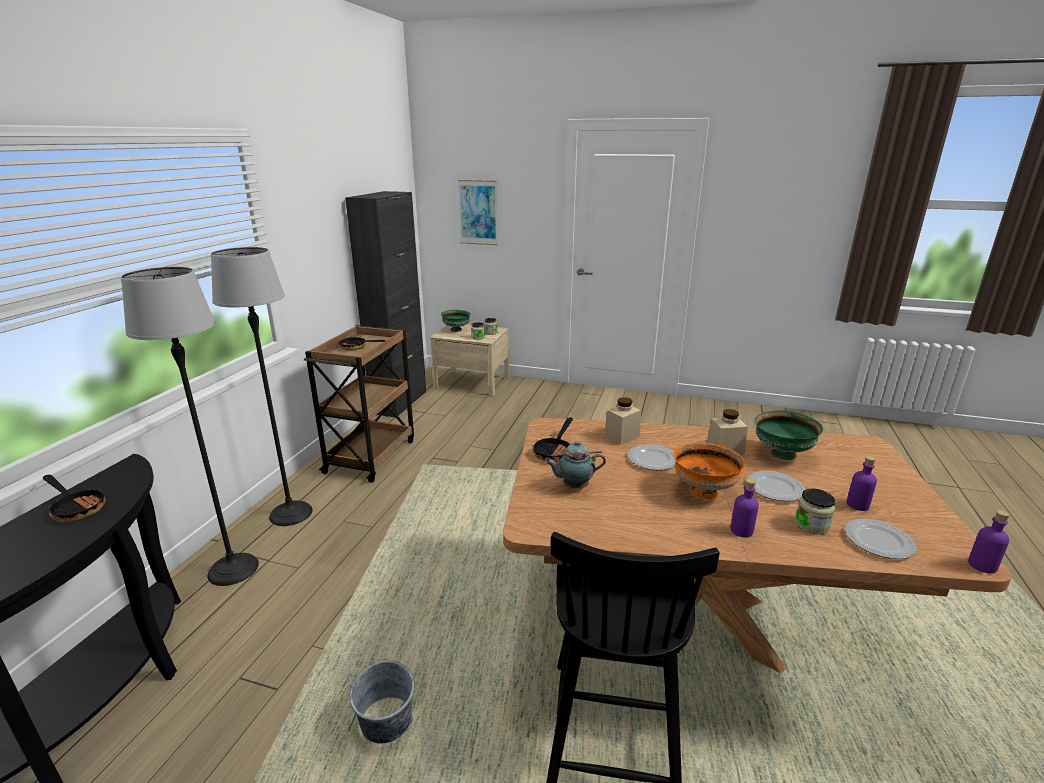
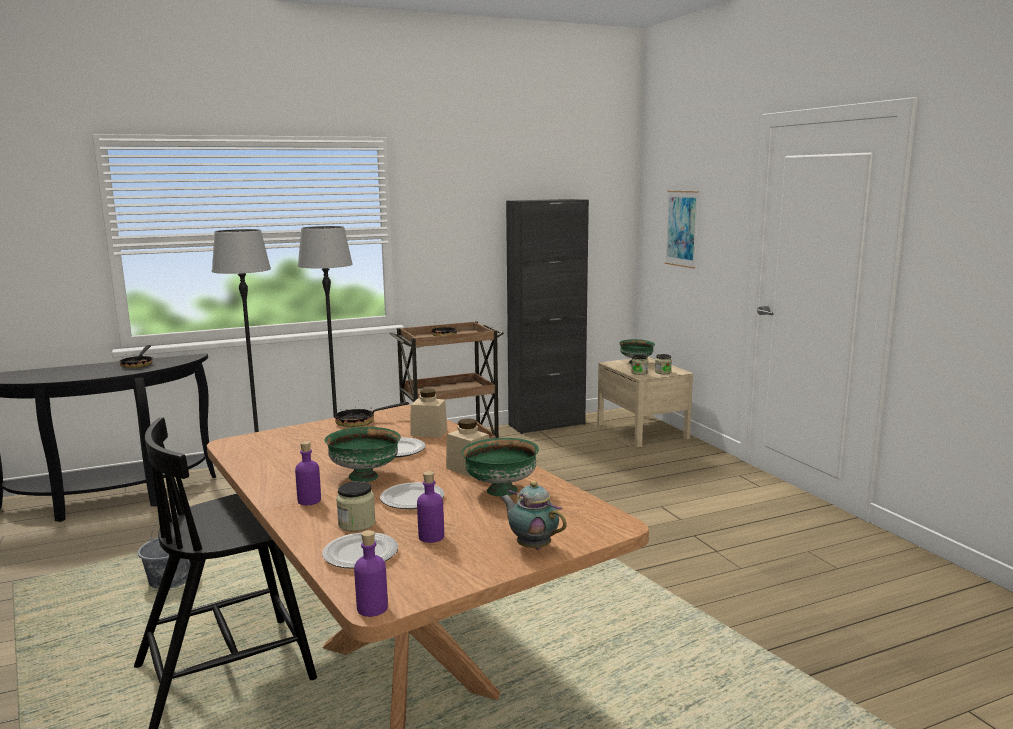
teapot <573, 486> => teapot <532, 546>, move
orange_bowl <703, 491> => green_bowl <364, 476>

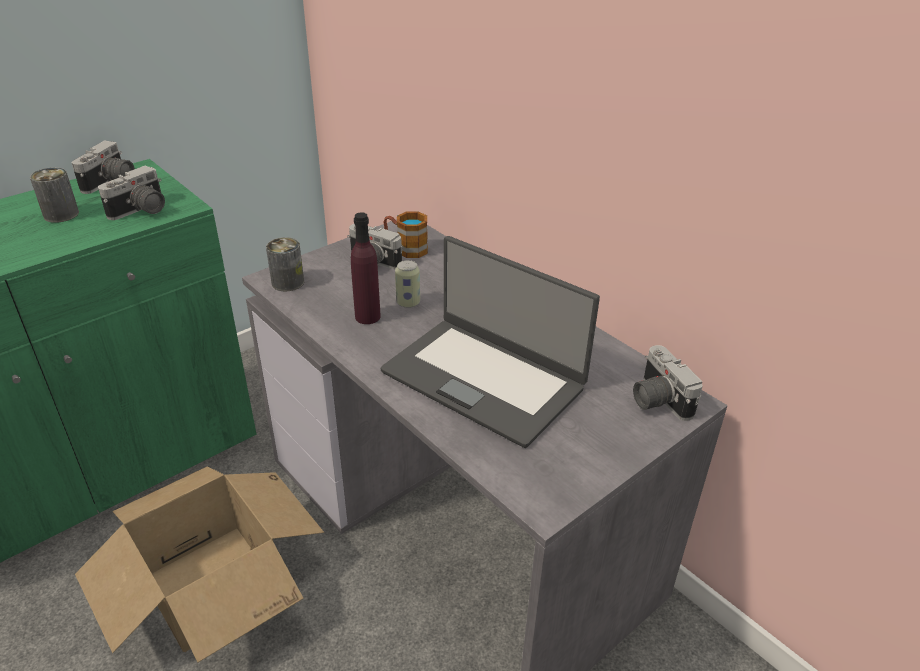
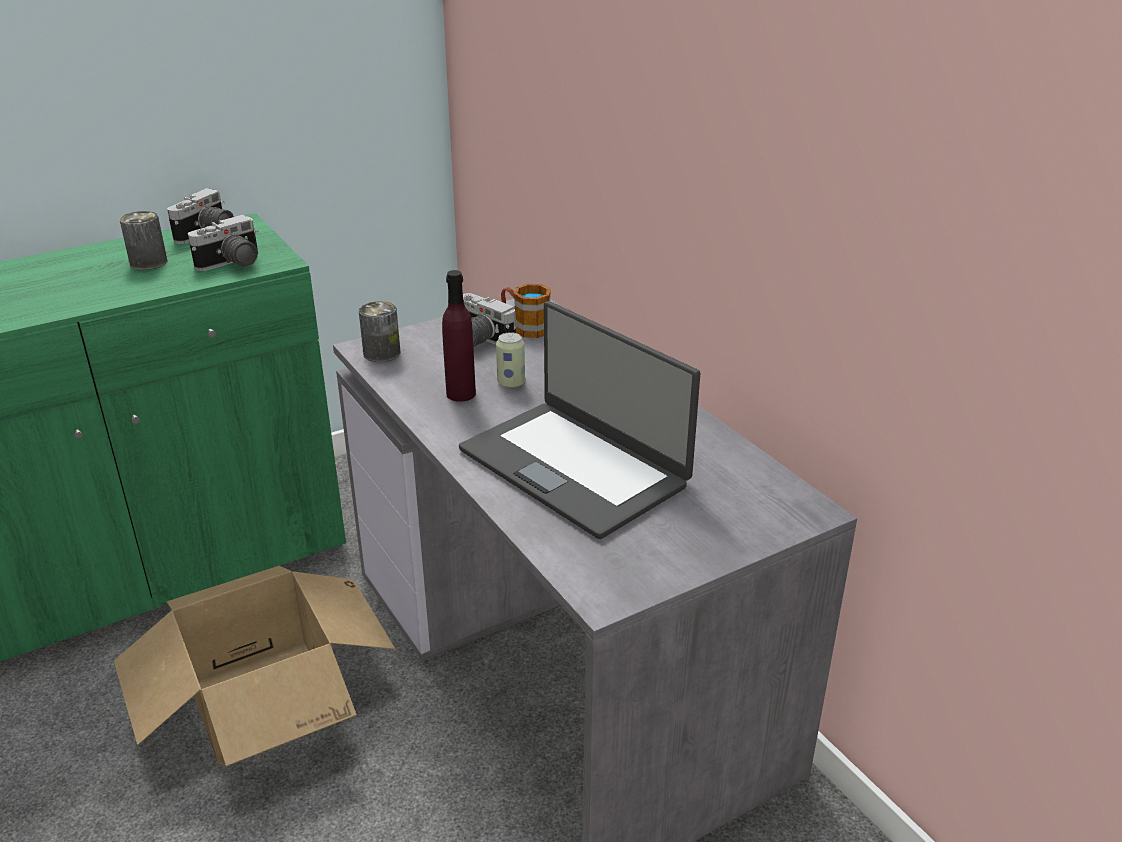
photo_camera <656, 400> => nothing

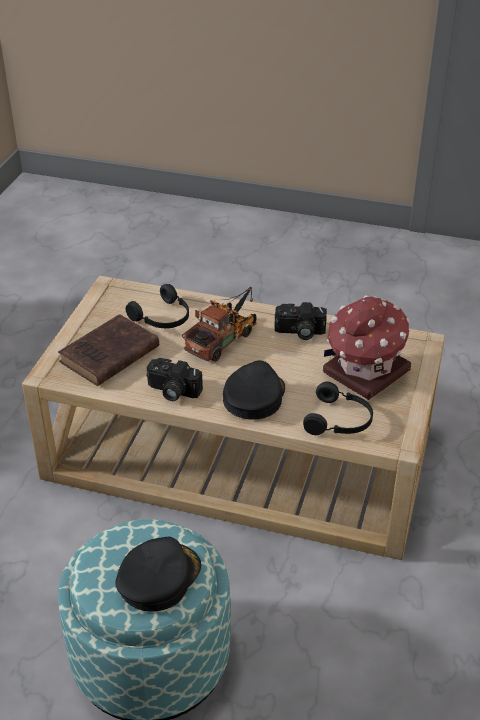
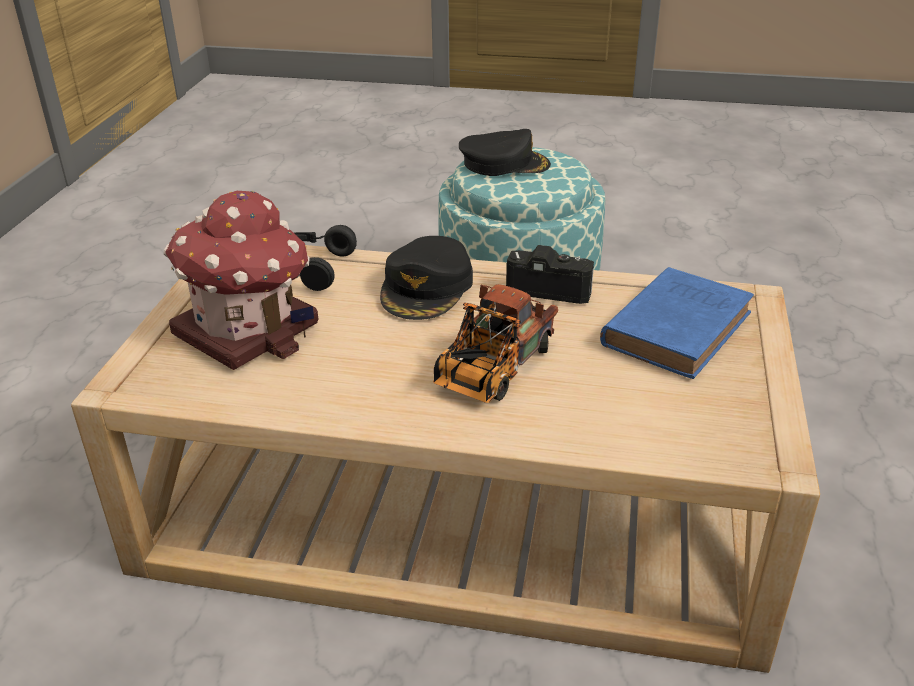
black_headphones <163, 318> => nothing
photo_camera <299, 332> => nothing
brown_book <107, 356> => blue_book <678, 327>
black_cap <158, 578> => black_cap <504, 163>, 120 degrees counterclockwise

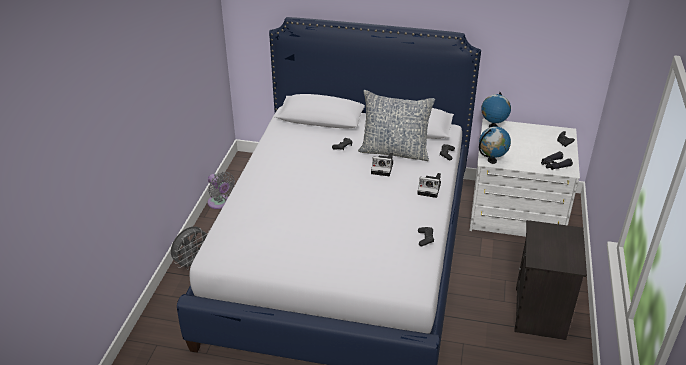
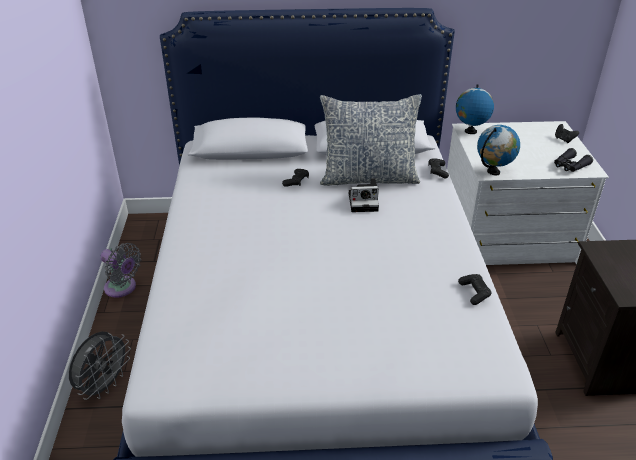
photo_camera <430, 189> => nothing

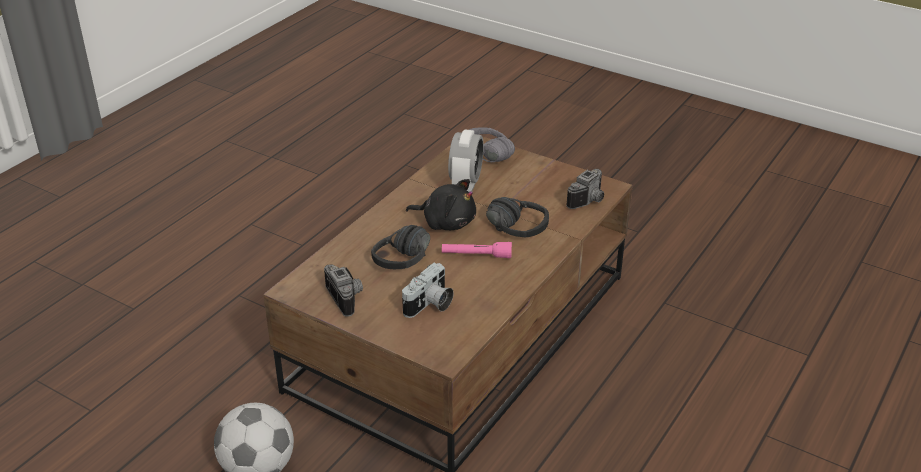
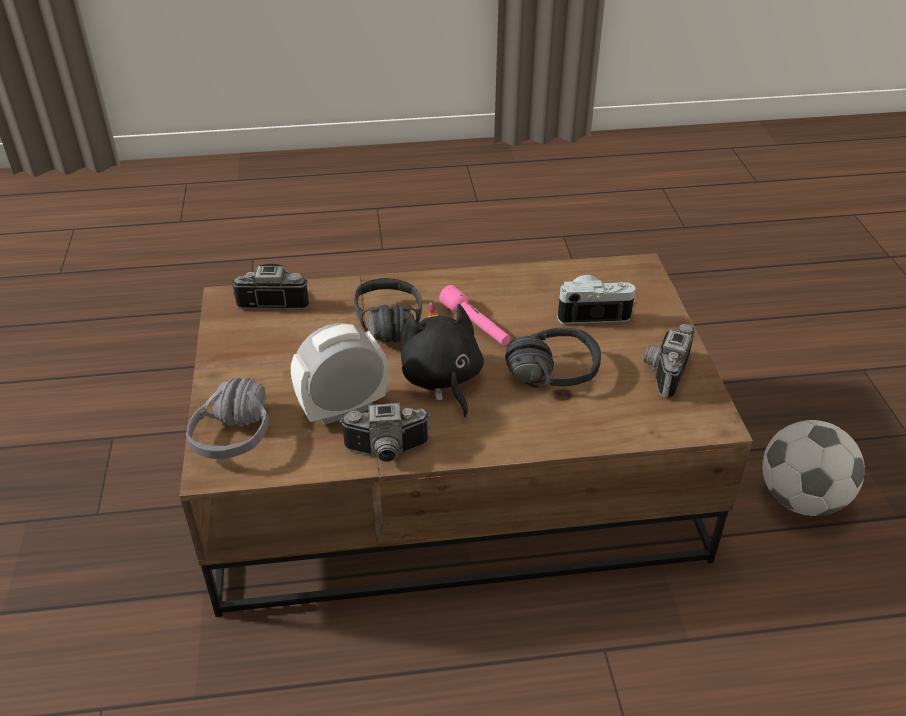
nothing => photo_camera <387, 452>

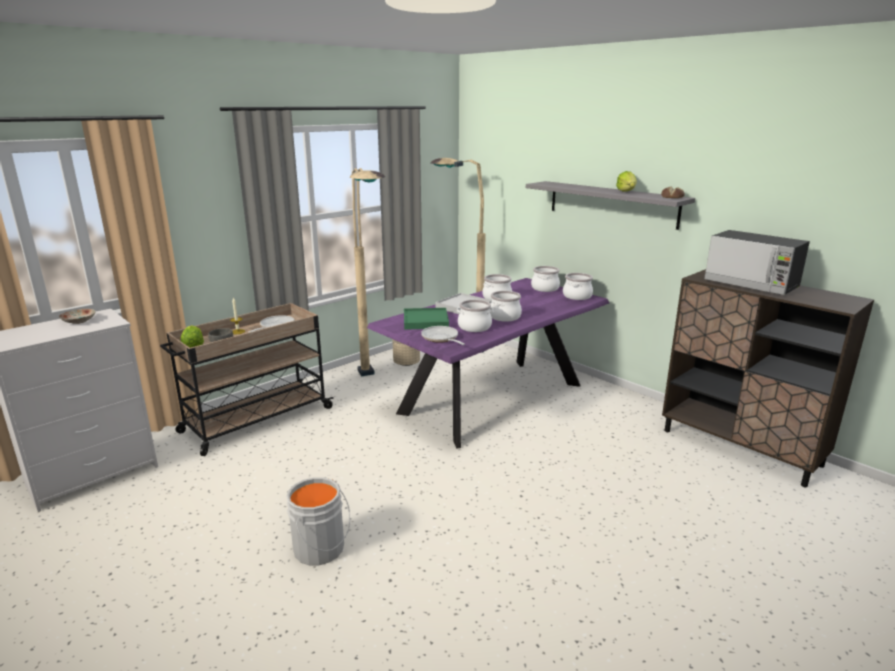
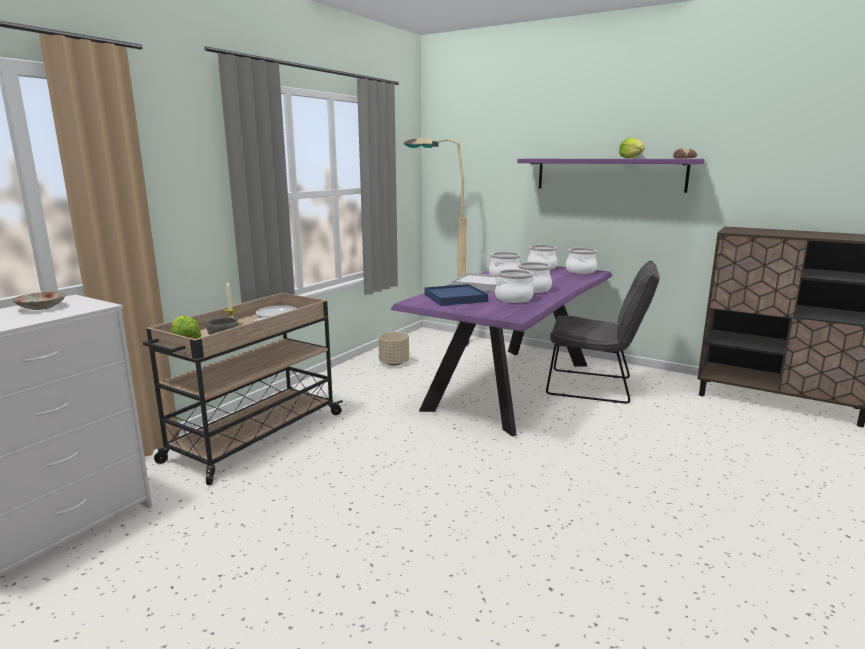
beige_floor_lamp <373, 384> => nothing
grey_shelf <611, 204> => purple_shelf <609, 174>
microwave <751, 284> => nothing
green_tray <425, 321> => blue_tray <455, 298>
frying_pan <441, 338> => nothing
grey_bucket <321, 549> => nothing
nothing => grey_chair <596, 387>

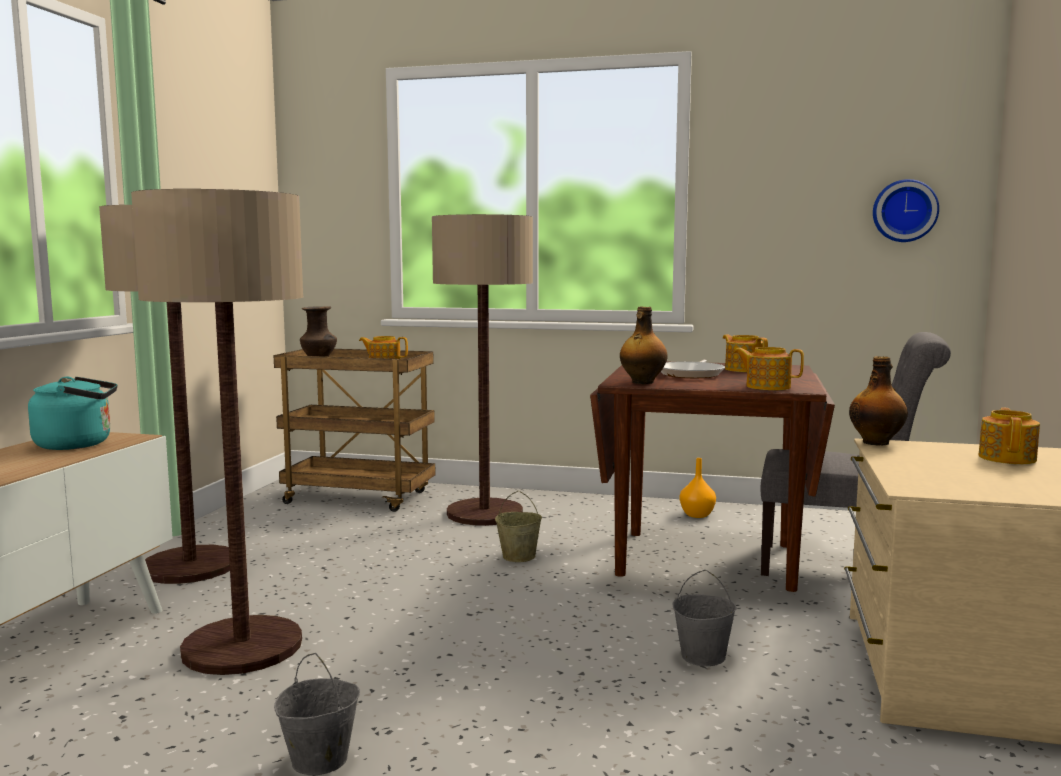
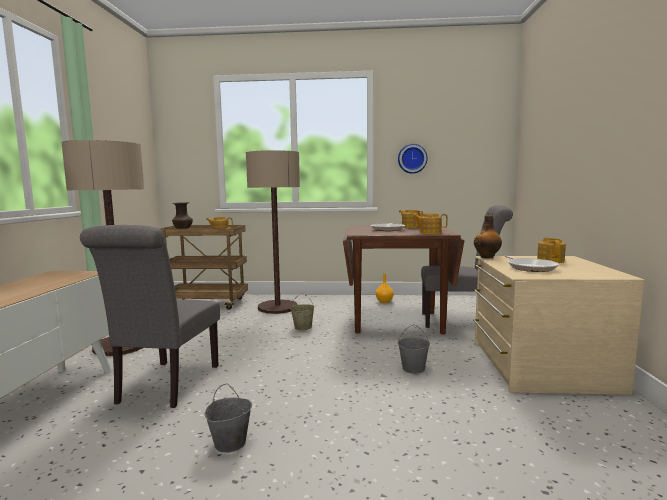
wall_clock <904, 211> => wall_clock <412, 158>, move
floor_lamp <242, 647> => grey_chair <165, 386>
bottle <642, 382> => nothing
turquoise_kettle <78, 444> => nothing
nothing => frying_pan <530, 267>

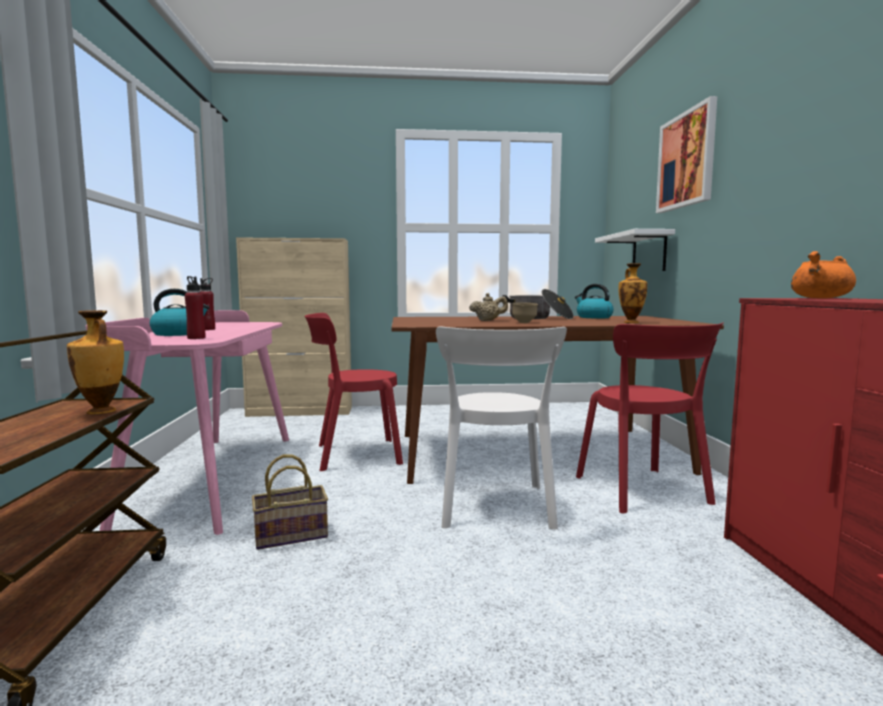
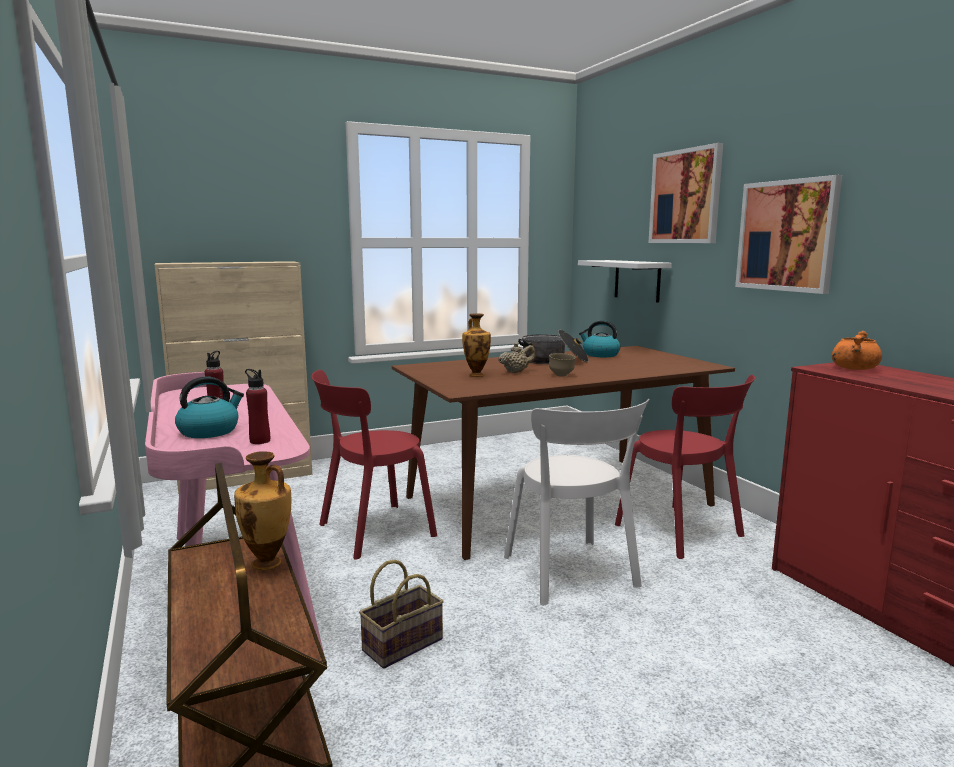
vase <631, 322> => vase <476, 375>, move
nothing => picture <786, 235>

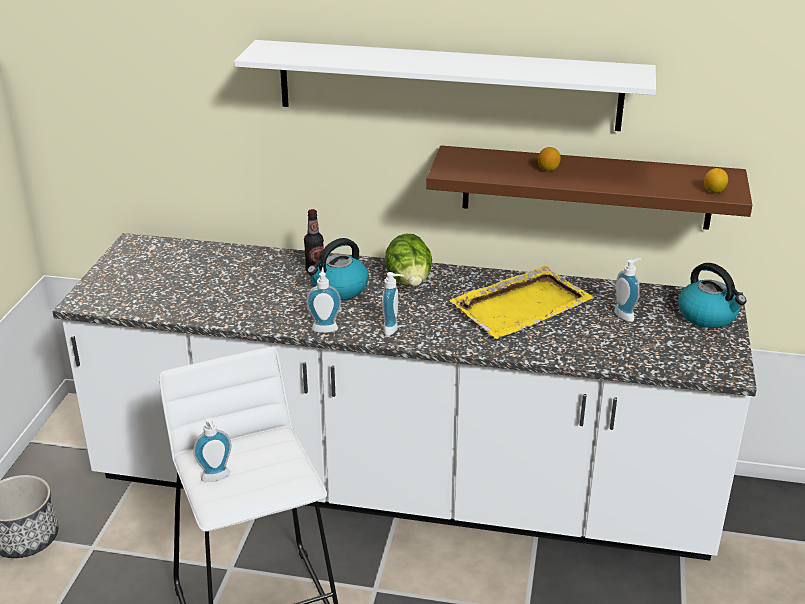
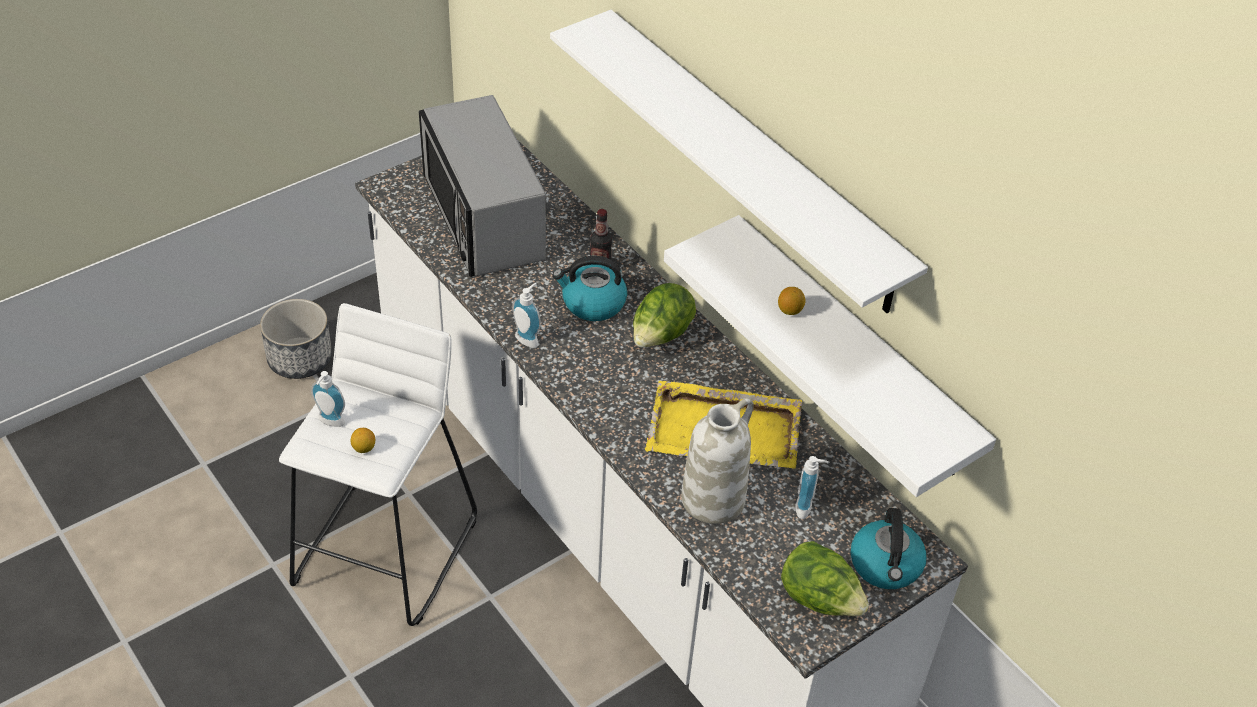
brown_shelf <586, 187> => white_shelf <852, 348>
lemon <714, 191> => lemon <364, 448>, move
soap_dispenser <393, 329> => nothing
nothing => microwave <482, 219>
nothing => white_vase <713, 498>
nothing => lettuce <819, 599>

